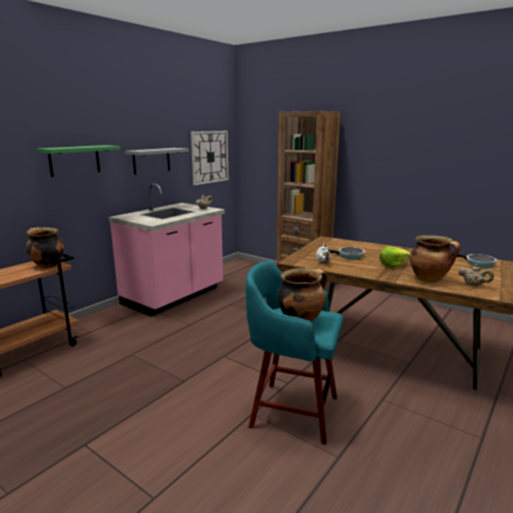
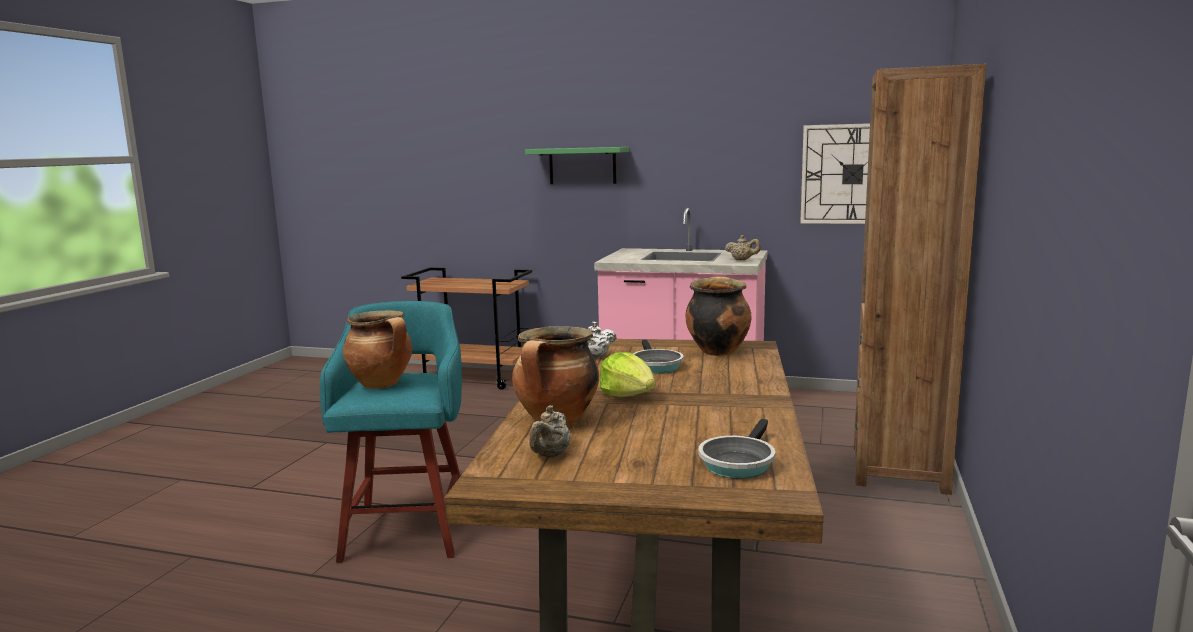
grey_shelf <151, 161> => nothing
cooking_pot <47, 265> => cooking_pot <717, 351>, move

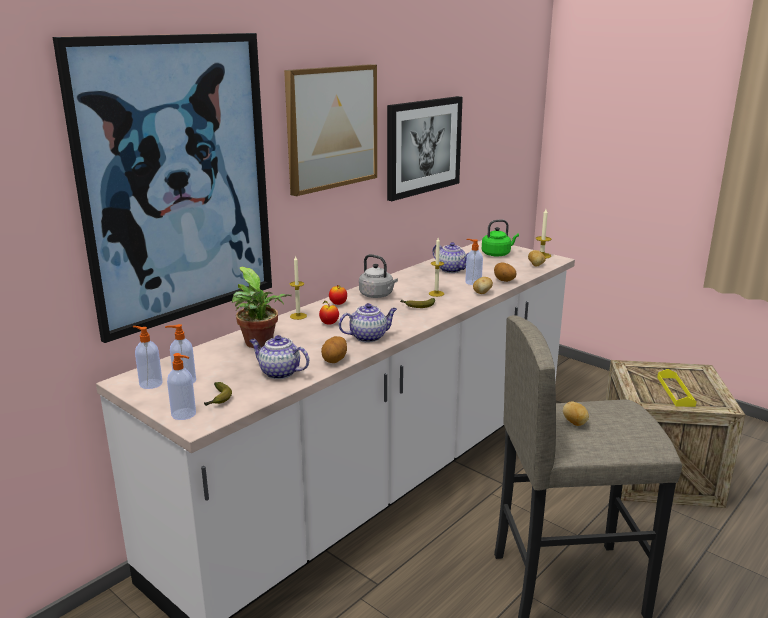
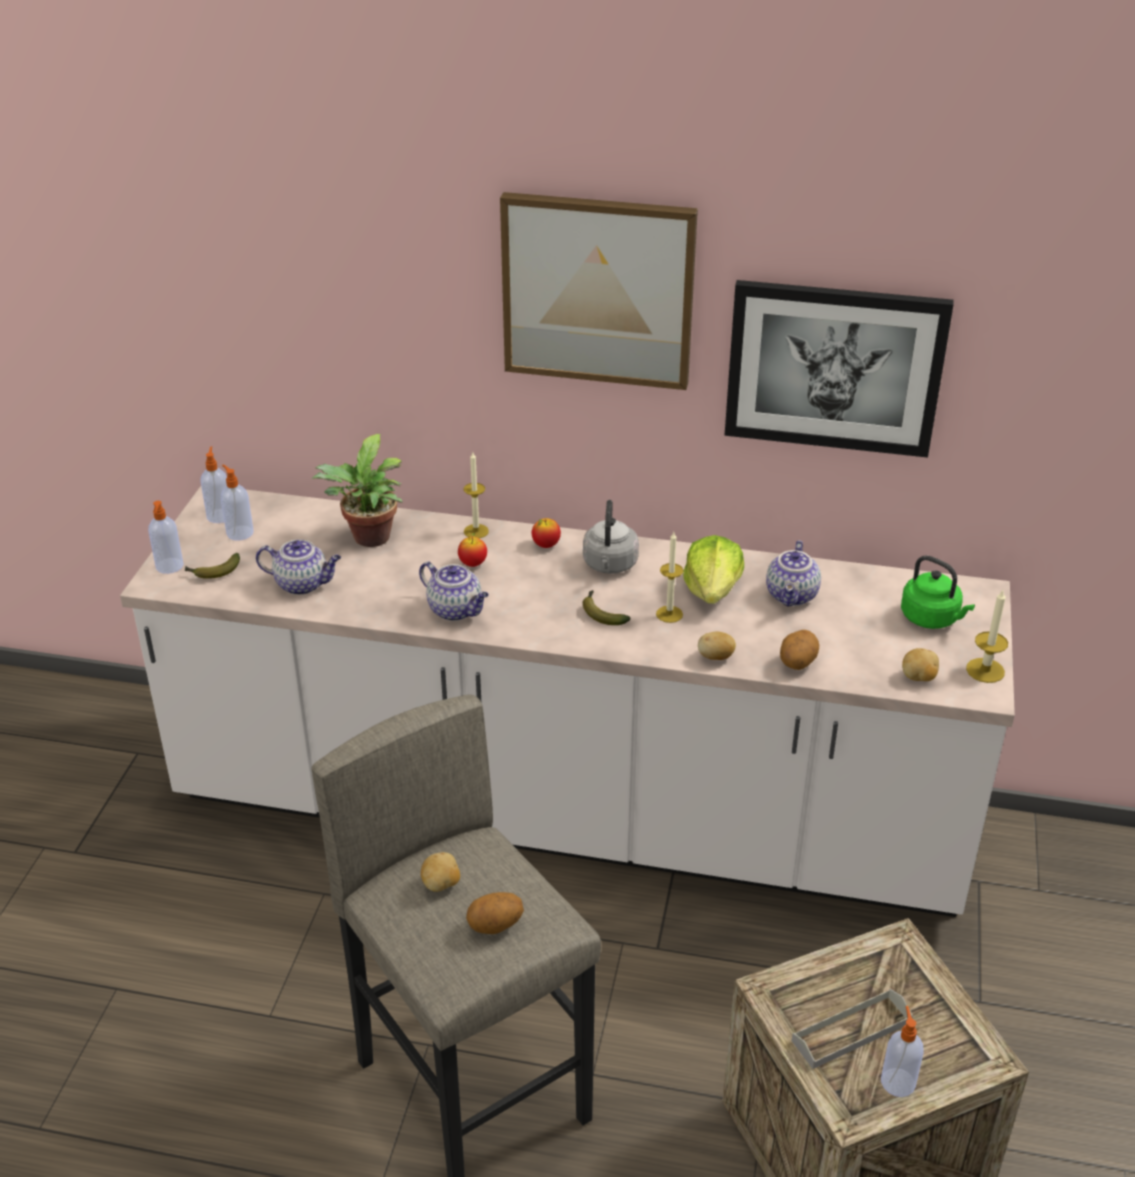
picture <178, 182> => nothing
soap_dispenser <472, 282> => soap_dispenser <897, 1081>, move
teapot <279, 373> => teapot <303, 584>, 105 degrees clockwise
potato <335, 360> => potato <495, 926>, move
yellow_tray <675, 391> => grey_tray <851, 1031>
nothing => lettuce <712, 590>

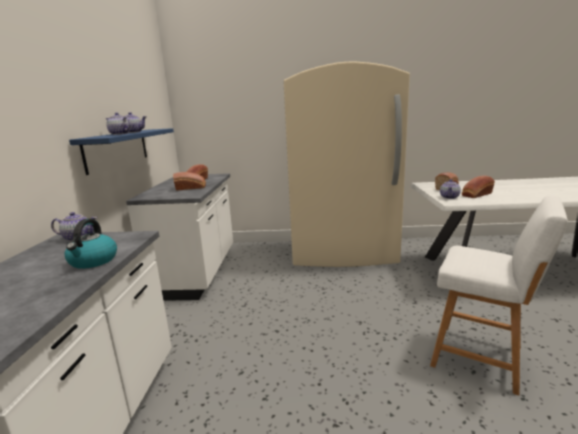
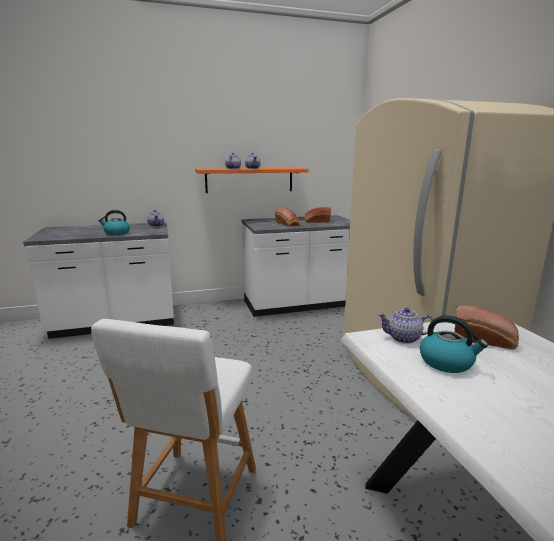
blue_shelf <117, 149> => orange_shelf <249, 180>
bread <476, 195> => kettle <447, 362>

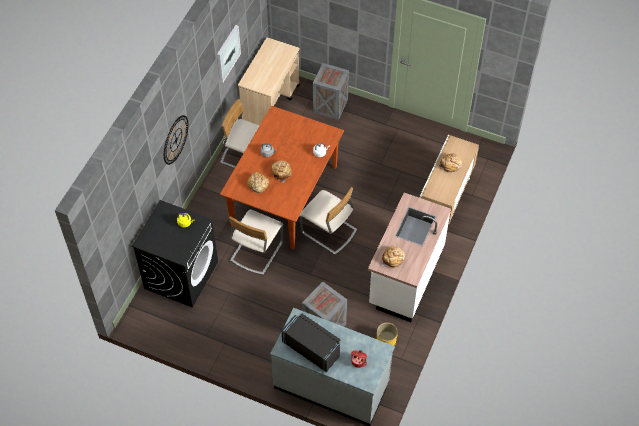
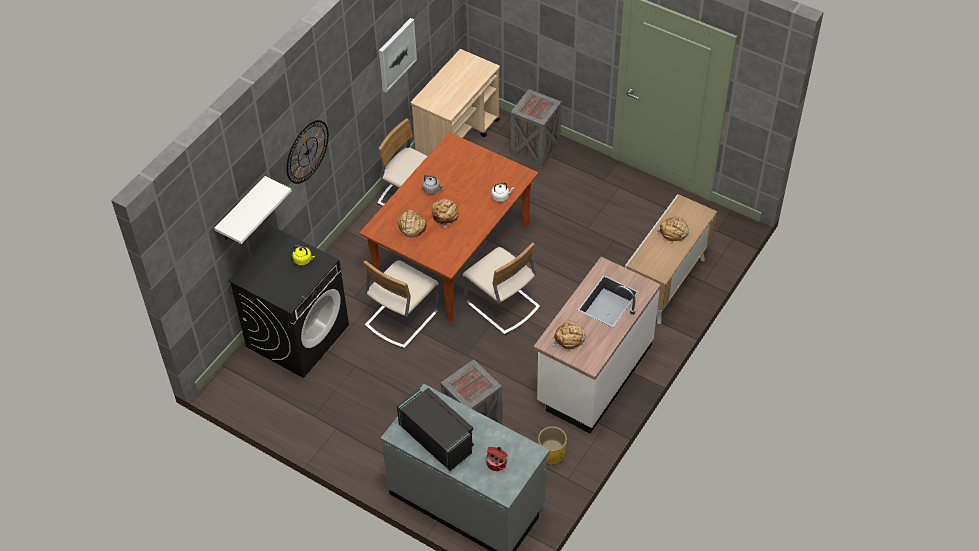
nothing => white_shelf <242, 210>

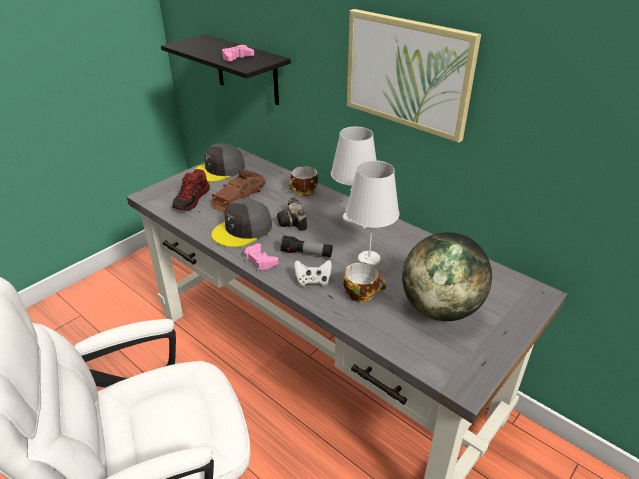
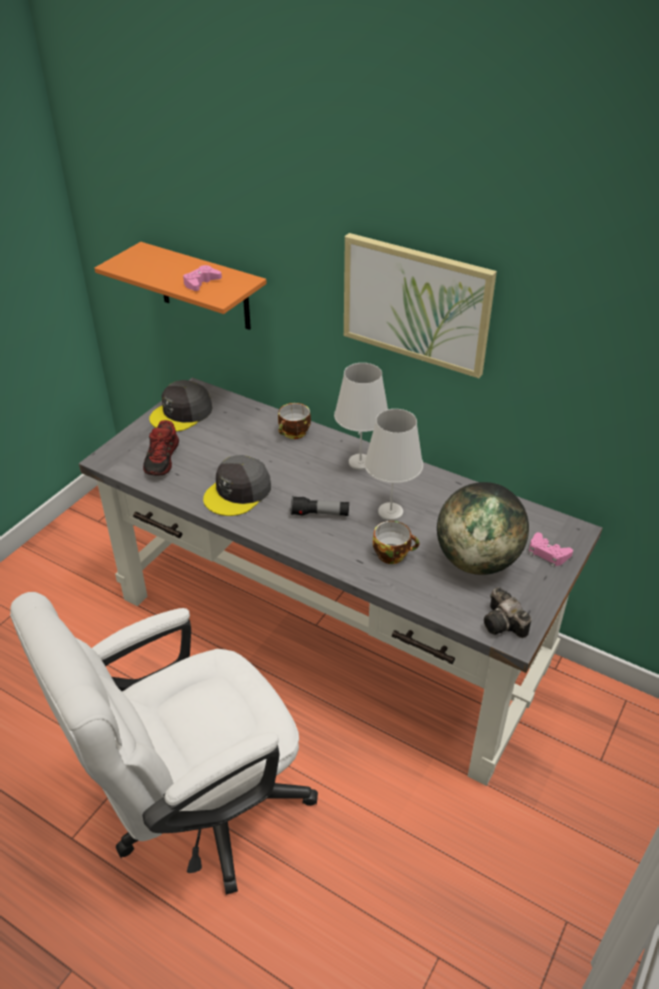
black_shelf <247, 70> => orange_shelf <204, 287>
brown_toy_car <238, 197> => nothing
photo_camera <293, 223> => photo_camera <504, 625>, move
pink_game_controller <260, 261> => pink_game_controller <547, 553>, move
white_game_controller <313, 281> => nothing

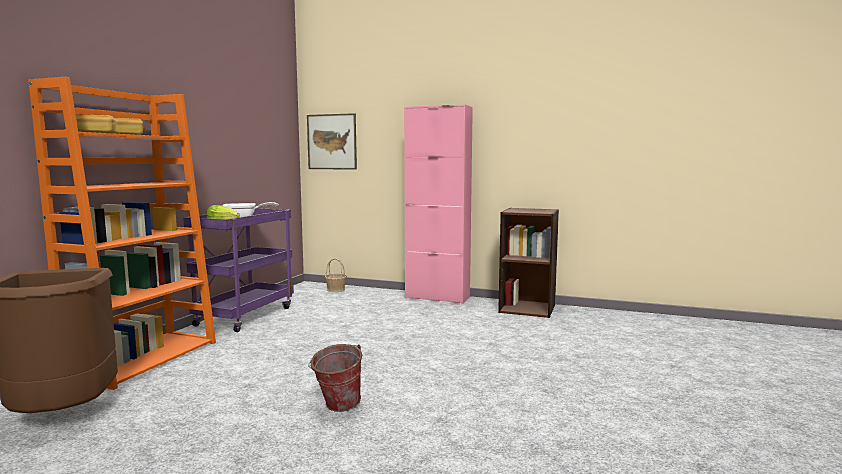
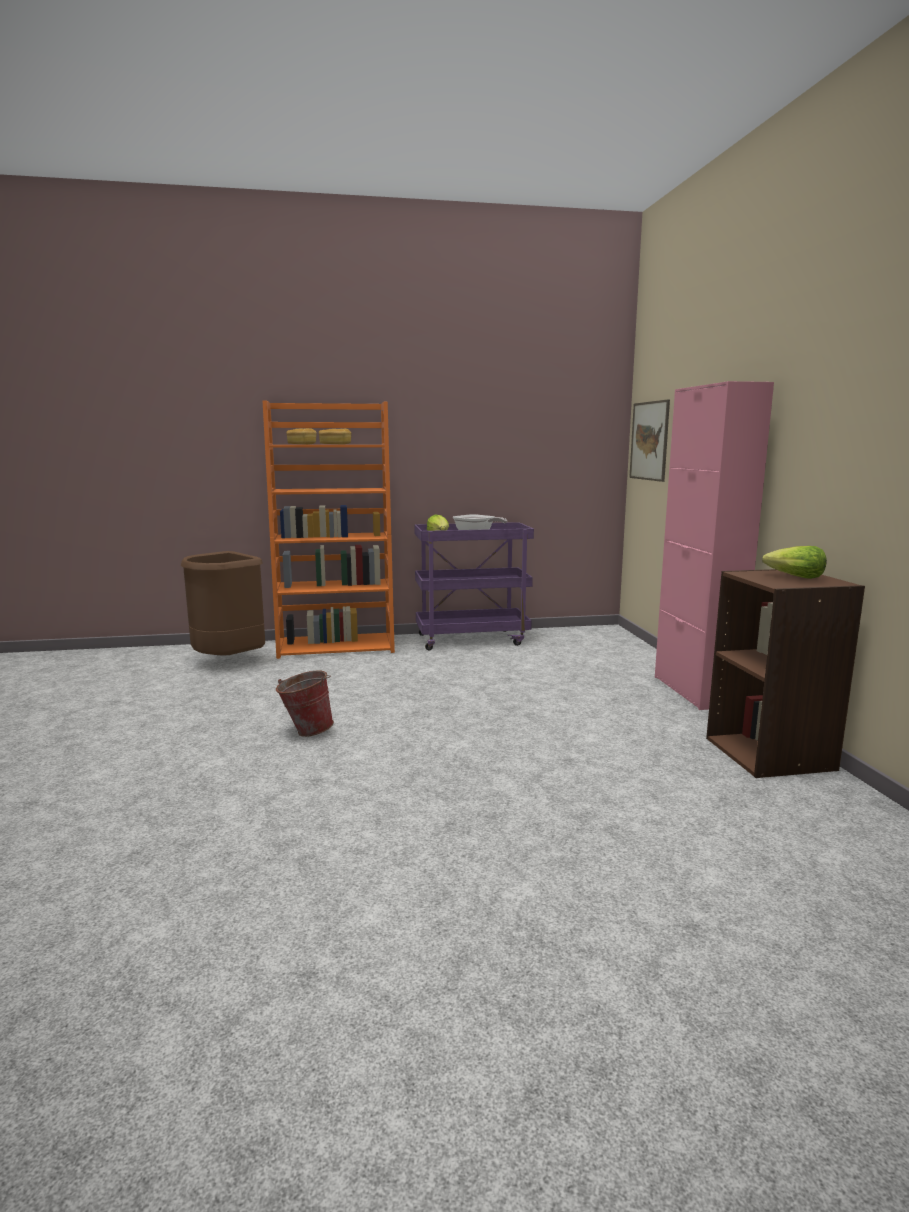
basket <336, 289> => nothing
nothing => lettuce <794, 577>

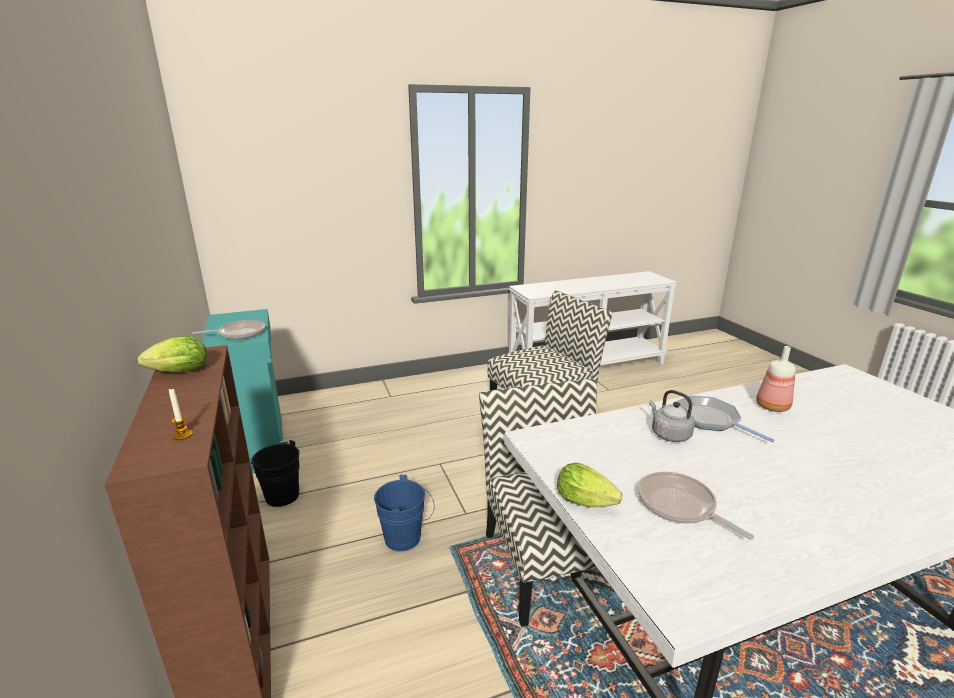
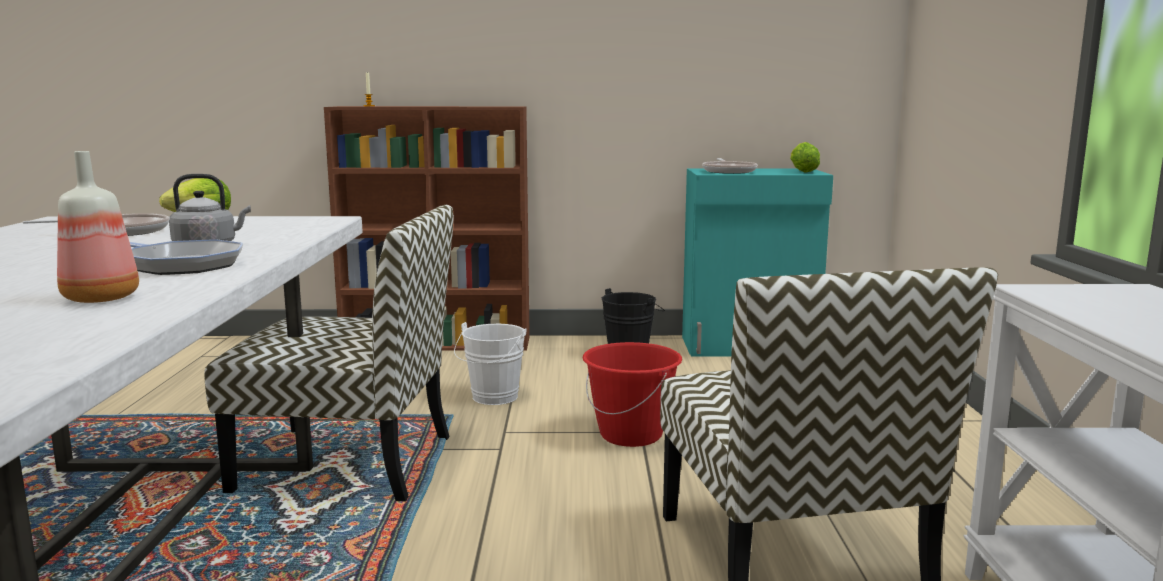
lettuce <176, 373> => lettuce <801, 171>, move
frying_pan <710, 420> => frying_pan <181, 265>, 45 degrees clockwise
blue_bucket <407, 538> => white_bucket <492, 398>
nothing => red_bucket <631, 435>

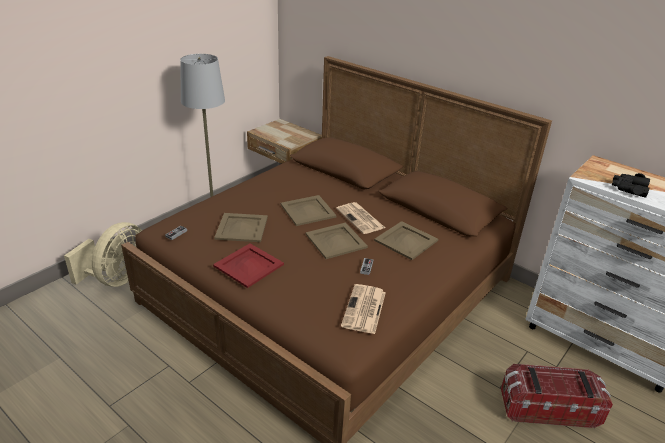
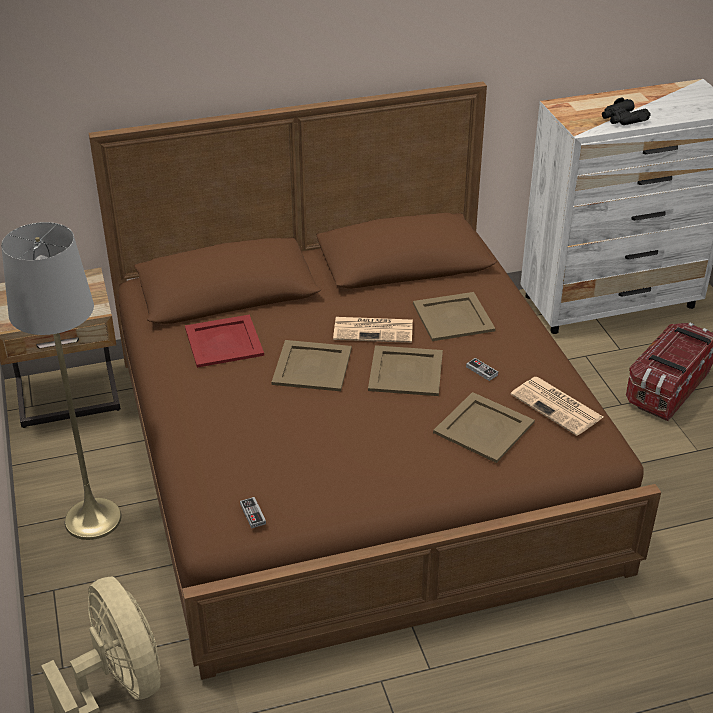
beige_tray <241, 228> => beige_tray <484, 428>, move
red_tray <248, 266> => red_tray <224, 342>, move

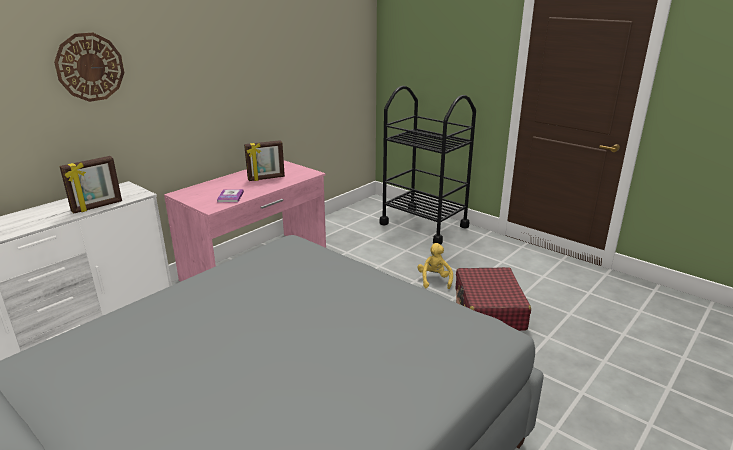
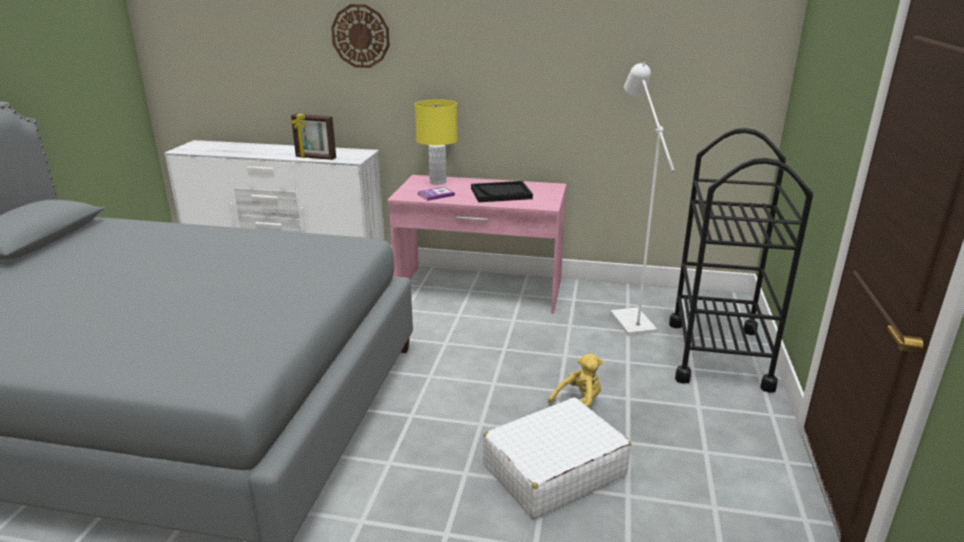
picture_frame <266, 178> => black_tray <501, 193>
red_suitcase <489, 309> => white_suitcase <553, 470>
nothing => white_floor_lamp <628, 318>
nothing => yellow_table_lamp <438, 182>

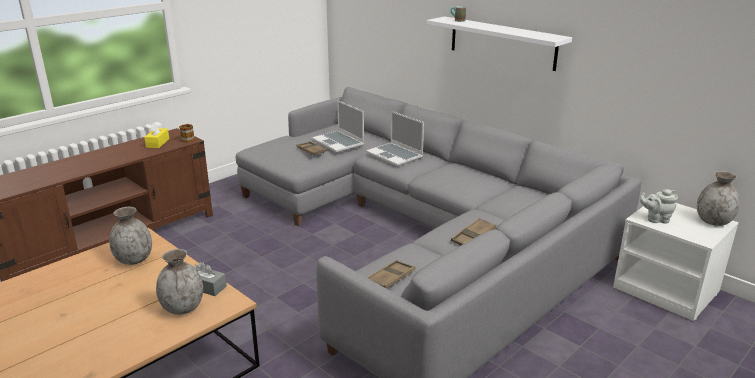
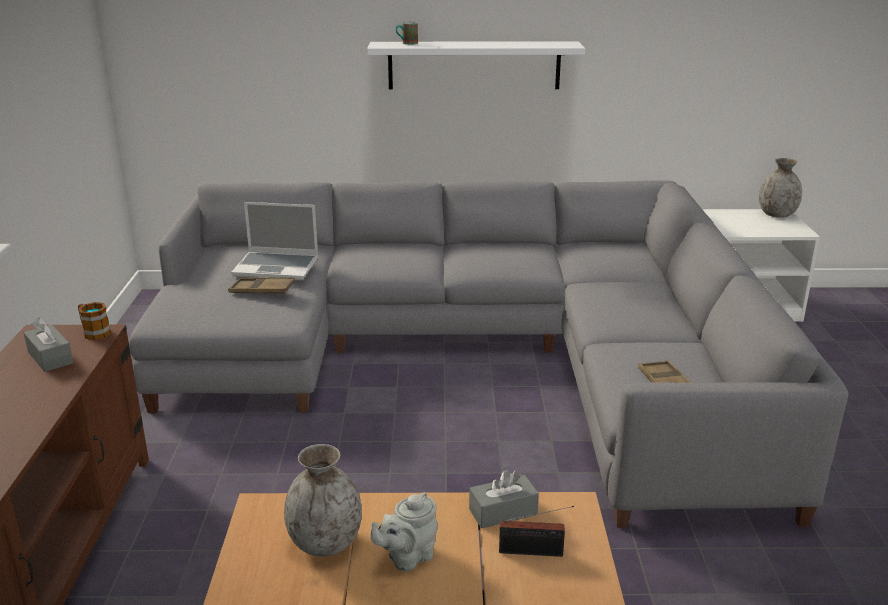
laptop <395, 155> => nothing
yellow_tissue_box <157, 143> => grey_tissue_box <50, 357>
grey_teapot <656, 219> => grey_teapot <407, 557>, move
brown_tray <473, 236> => nothing
grey_vase <183, 308> => radio <534, 552>

